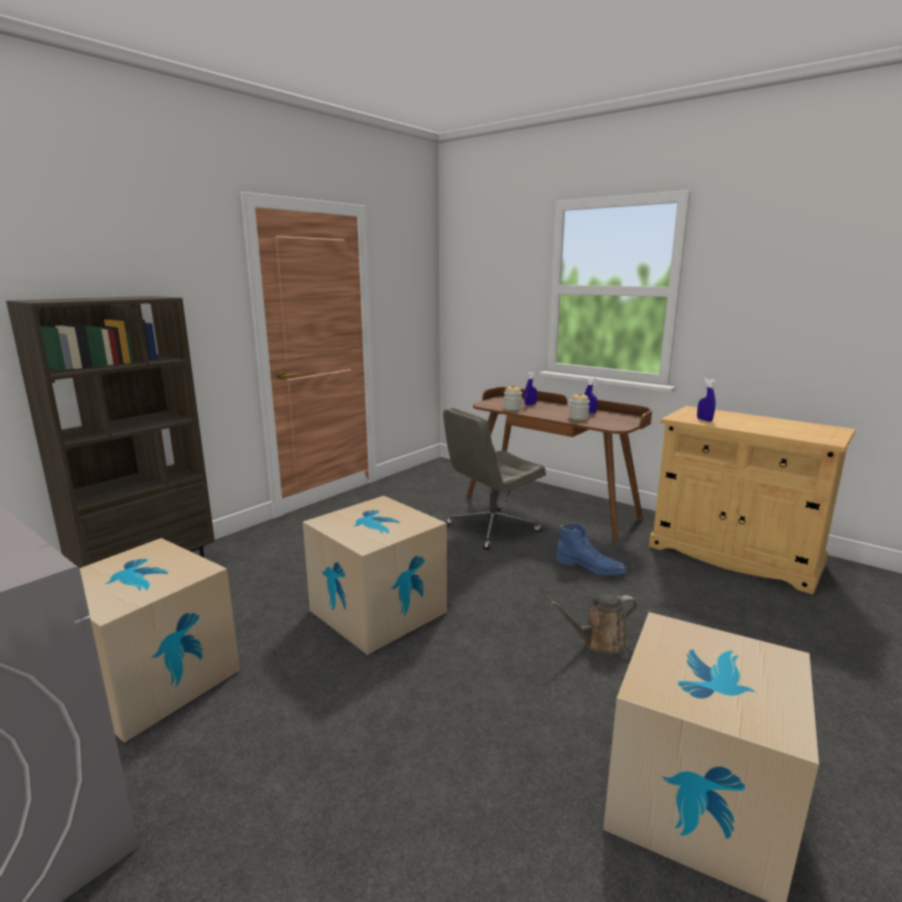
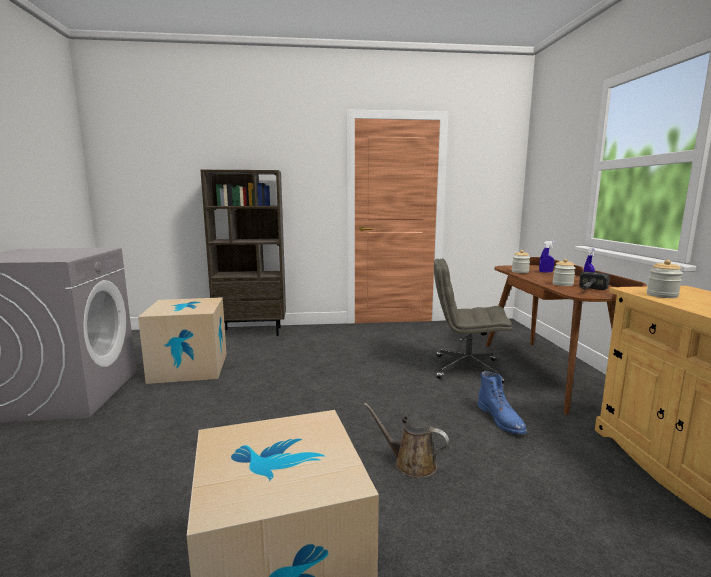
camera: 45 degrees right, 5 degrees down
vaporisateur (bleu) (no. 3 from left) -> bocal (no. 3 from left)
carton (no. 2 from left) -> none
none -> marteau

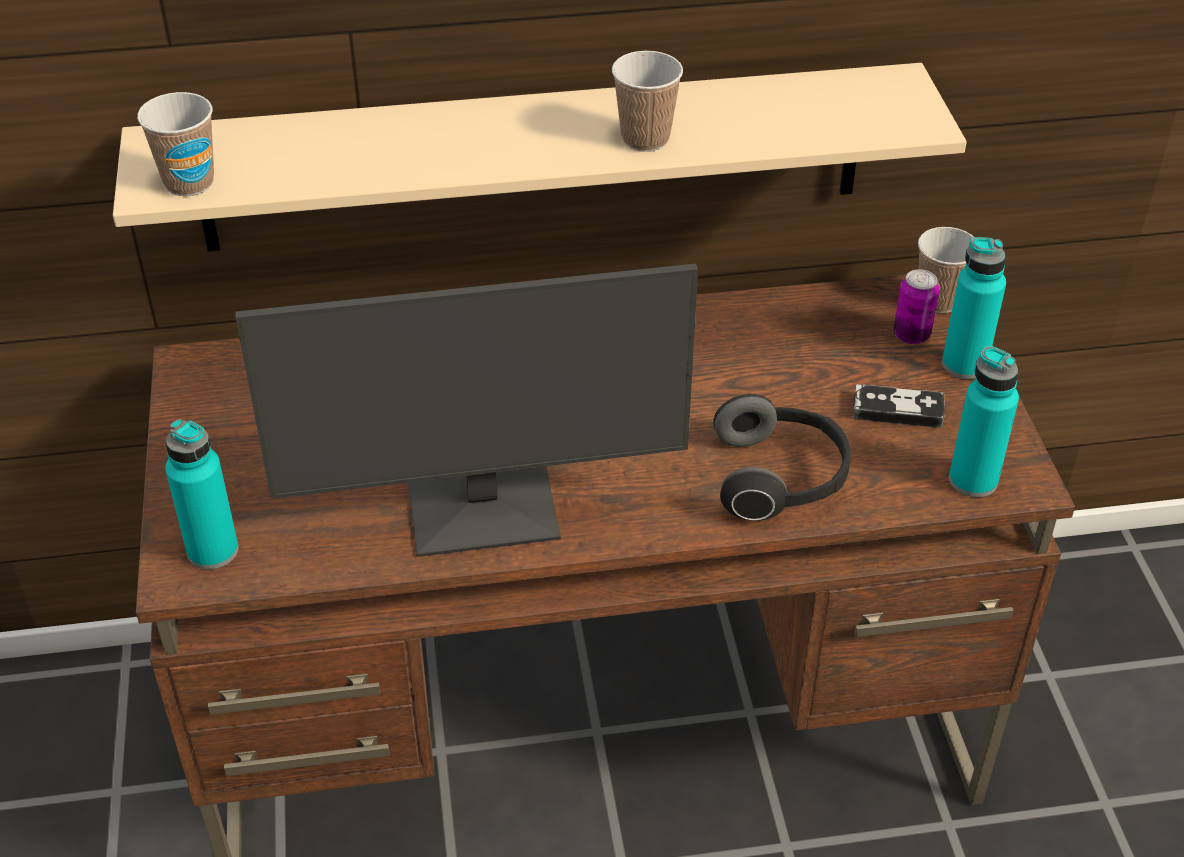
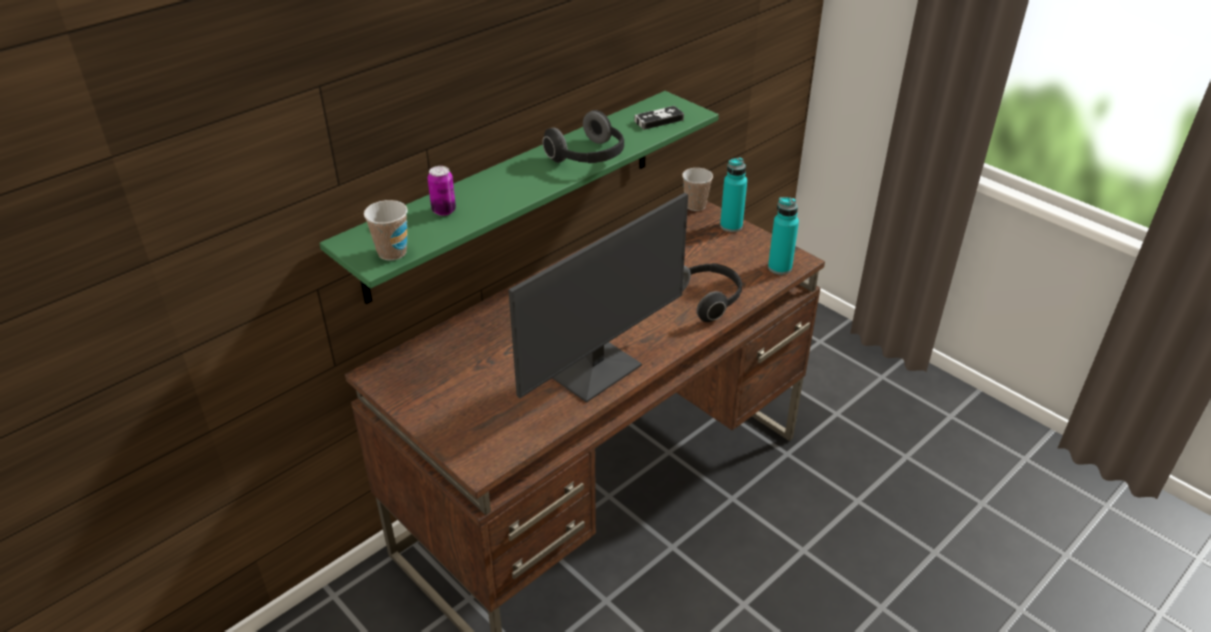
camera: 35 degrees left, 5 degrees down
tasse (no. 2 from left) -> casque audio (no. 1 from left)
étagère (beige) -> étagère (vert)
boîte métallique, shifted
manette, shifted
bouteille (turquoise) (no. 1 from left) -> none

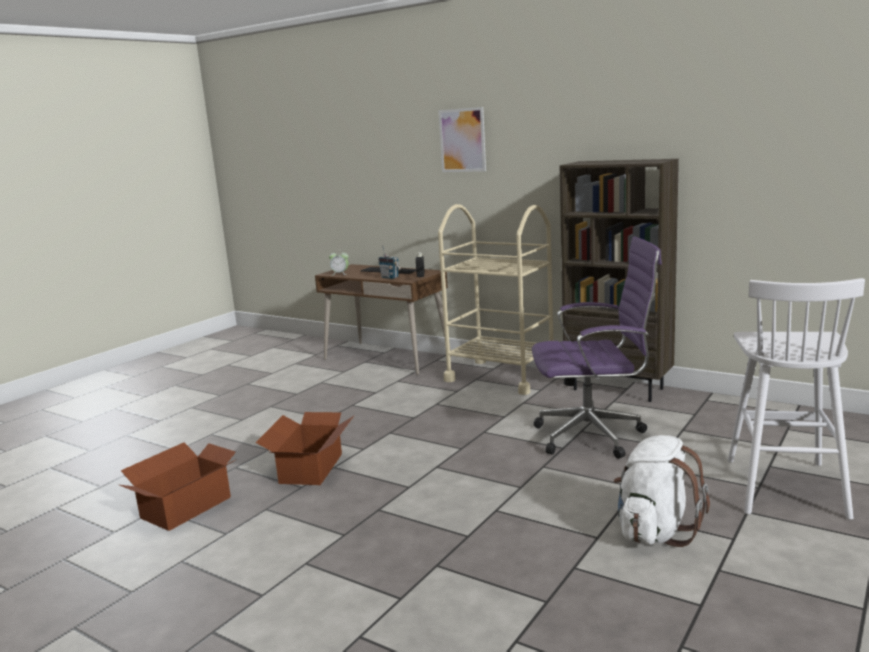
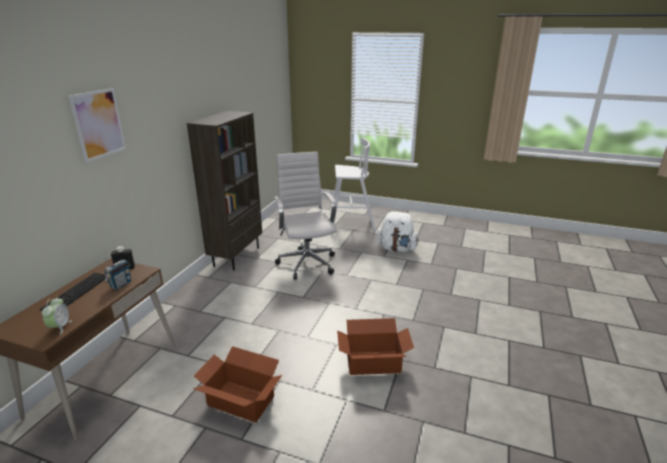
camera: 105 degrees left, 10 degrees up
chariot (beige) -> none
chaise de bureau (violet) -> chaise de bureau (blanc)
carton (no. 1 from left), shifted

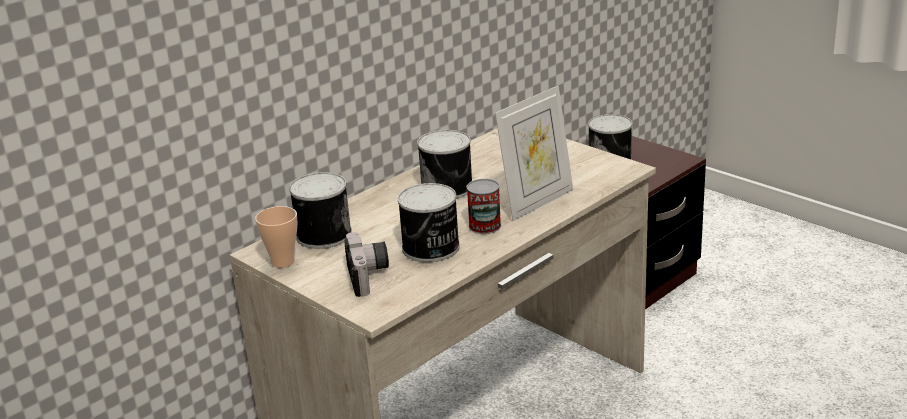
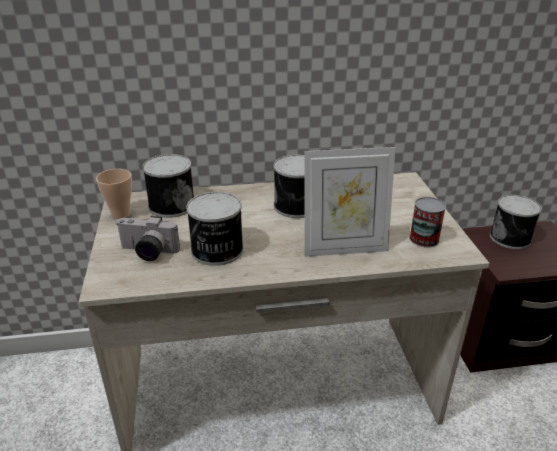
camera: 35 degrees right, 5 degrees up
boîte métallique (no. 4 from left), shifted
appareil photo, 75 degrees clockwise

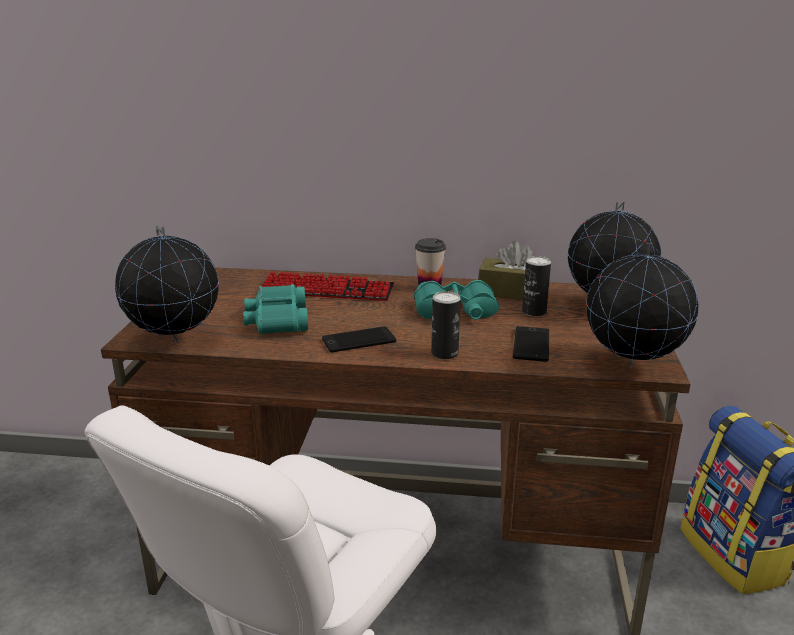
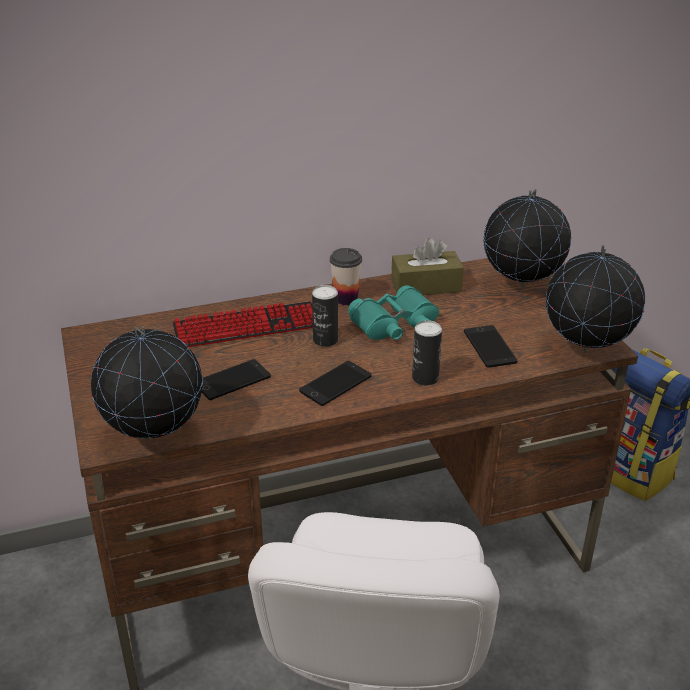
camera: 25 degrees left, 10 degrees up
boîte métallique (no. 2 from left in the first image) -> boîte métallique (no. 1 from left), shifted
jumelles (turquoise) (no. 1 from left) -> téléphone (no. 1 from left)

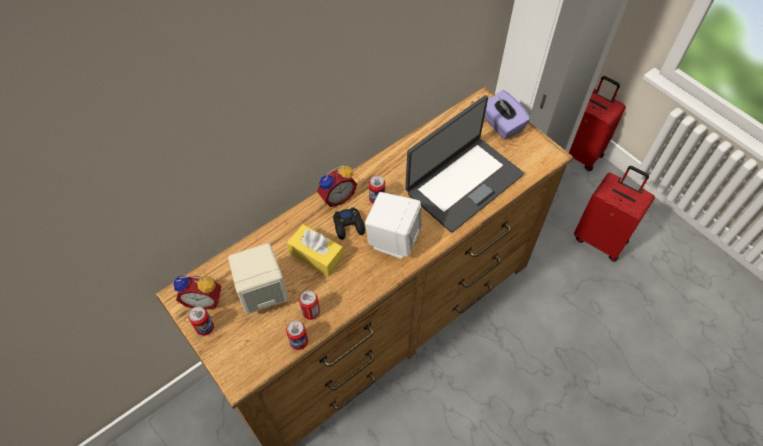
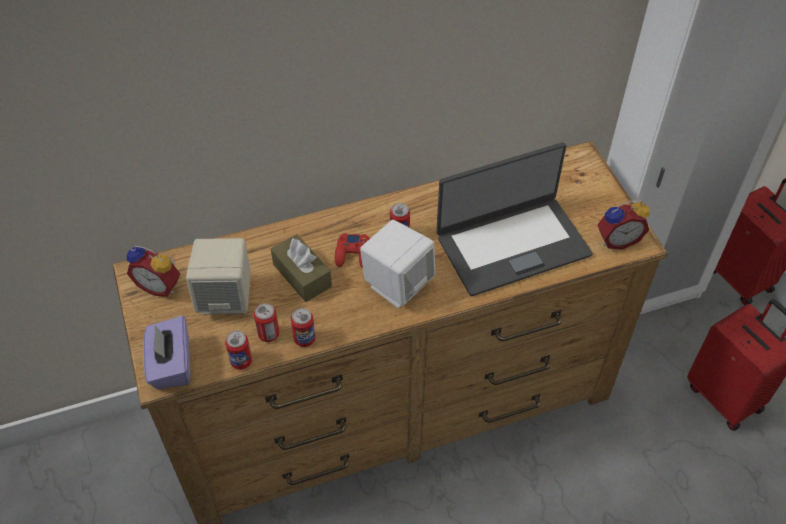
camera: 20 degrees right, 5 degrees down
boîte à mouchoirs (violet), shifted
réveil (no. 2 from left), shifted
manette (noir) -> manette (rouge)
boîte à mouchoirs (jaune) -> boîte à mouchoirs (marron)
boîte métallique (no. 1 from left in the first image) -> boîte métallique (no. 3 from left), shifted

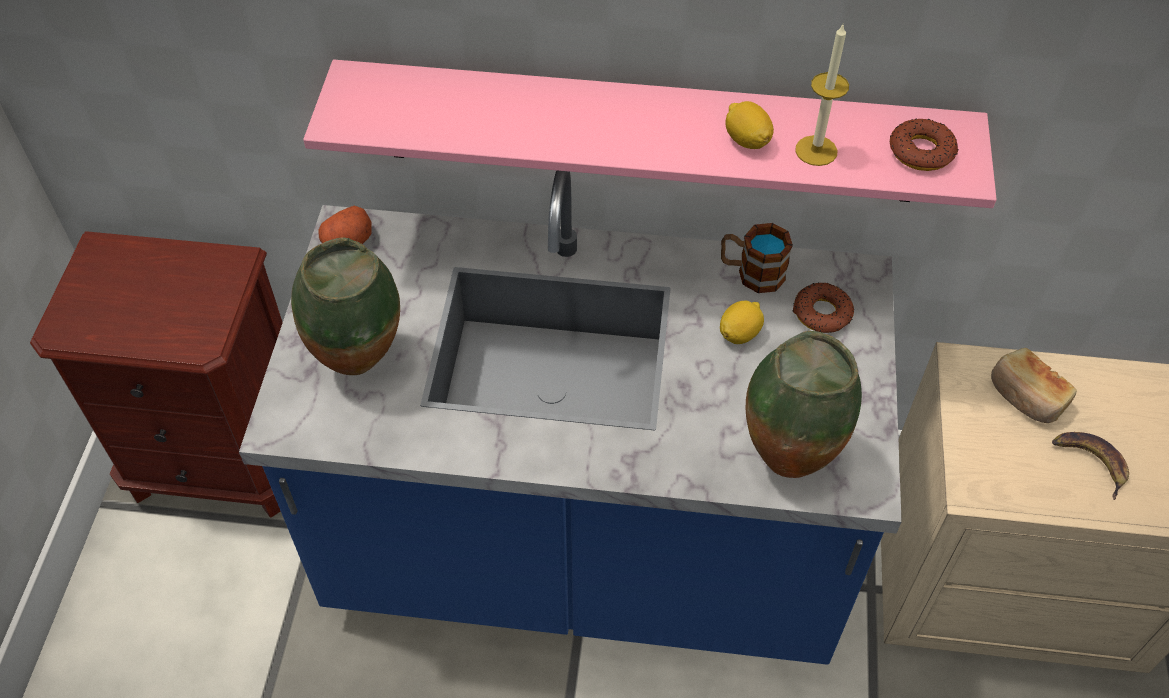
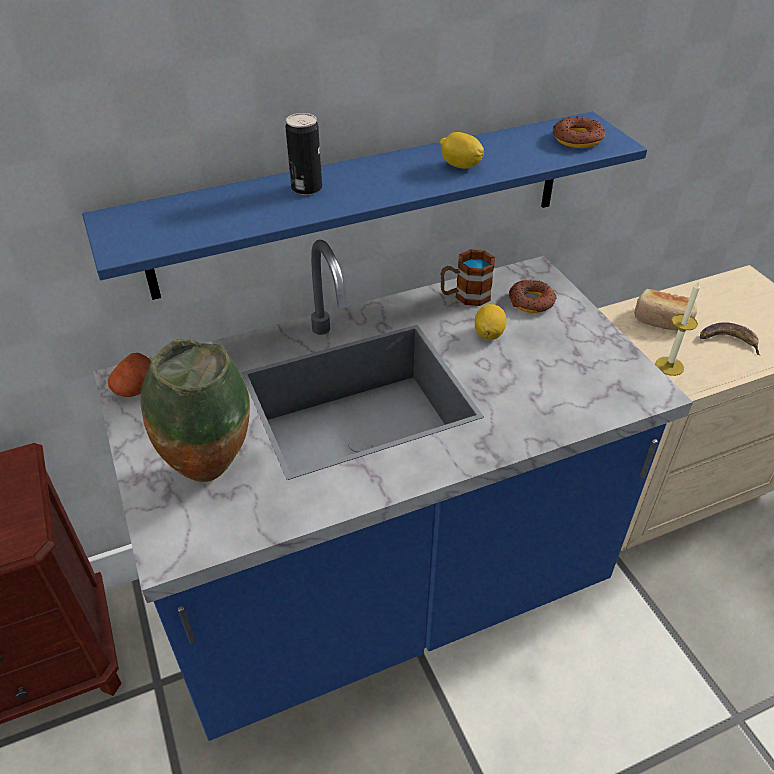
camera: 30 degrees left, 10 degrees down
bougie, shifted
étagère (rose) -> étagère (bleu)
vase (no. 2 from left) -> none
none -> boîte métallique

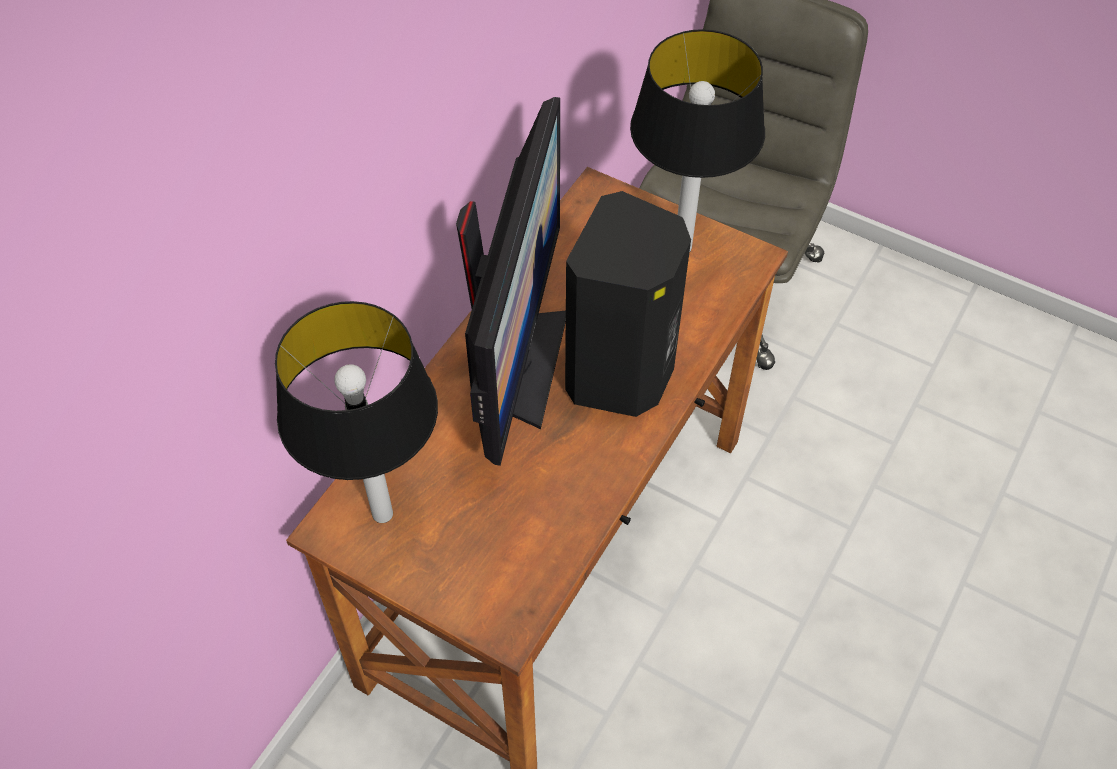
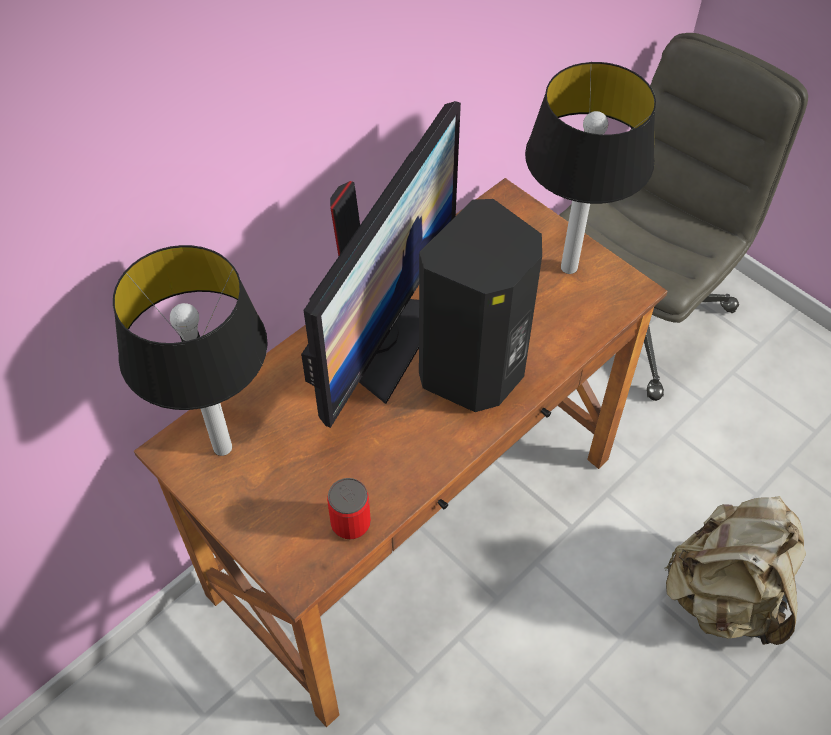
camera: 15 degrees right, 0 degrees up
none -> boîte métallique
none -> sac à dos (beige)

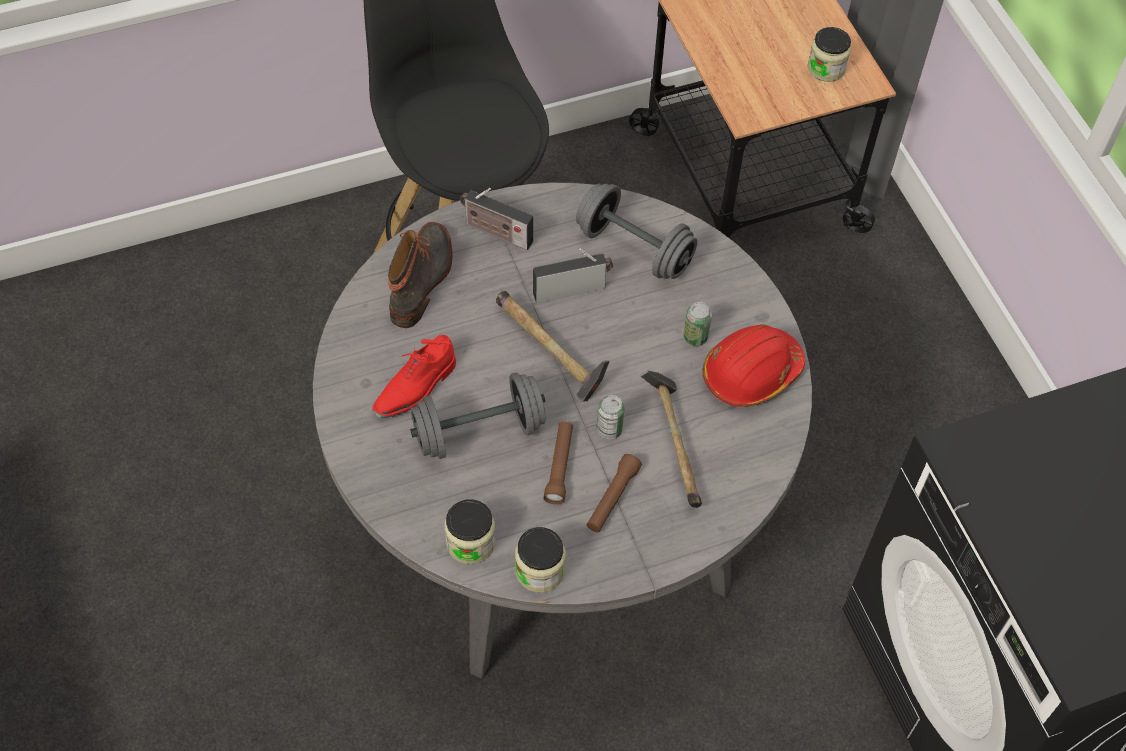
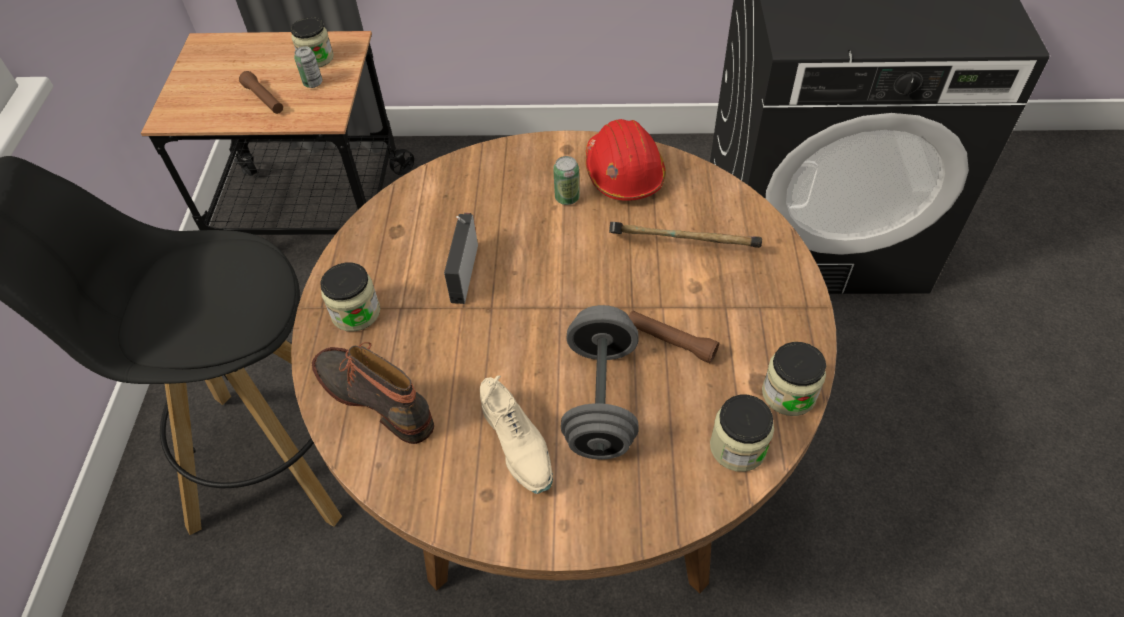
camera: 65 degrees left, 5 degrees down
table à manger (gris) -> table à manger (marron)
haltère (gris) (no. 2 from left) -> none
radio (no. 1 from left) -> bocal (no. 2 from left)
marteau (no. 1 from left) -> none
chaussure (rouge) -> chaussure (beige)
boîte métallique (no. 1 from left), shifted
lampe de poche (marron) (no. 2 from left in the first image) -> lampe de poche (marron) (no. 1 from left), shifted

